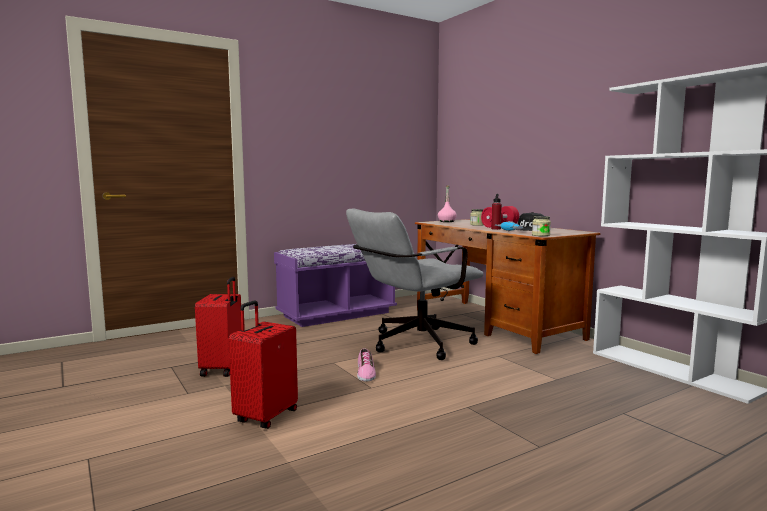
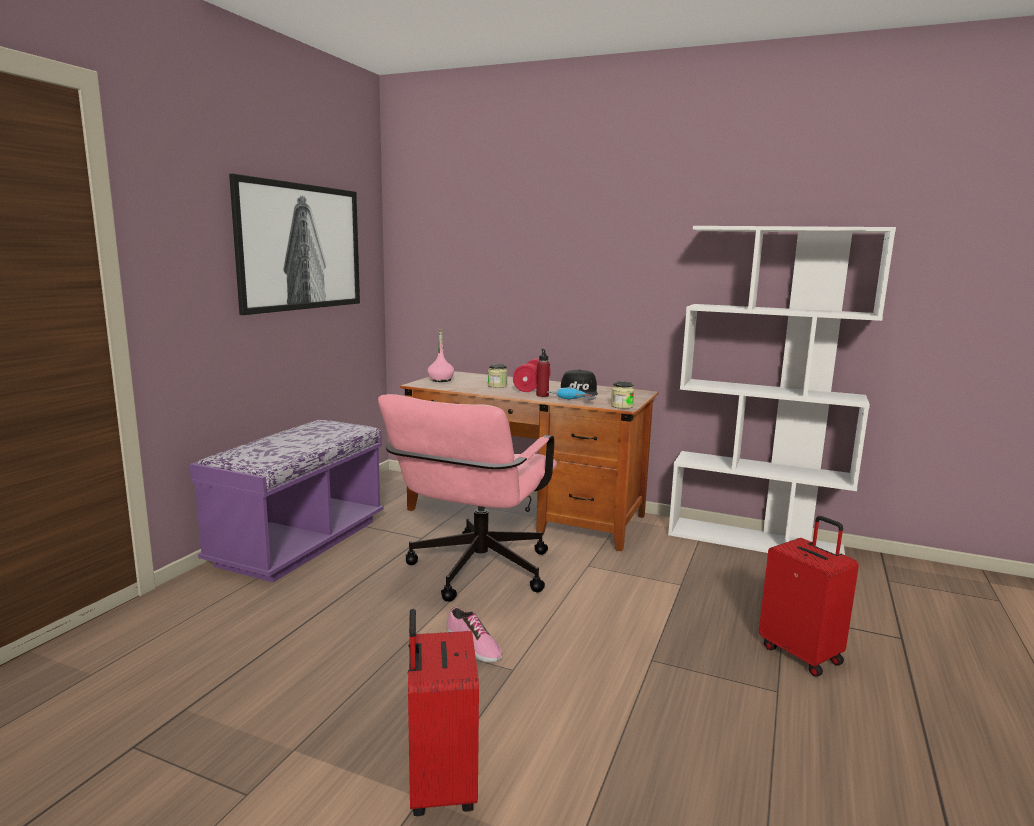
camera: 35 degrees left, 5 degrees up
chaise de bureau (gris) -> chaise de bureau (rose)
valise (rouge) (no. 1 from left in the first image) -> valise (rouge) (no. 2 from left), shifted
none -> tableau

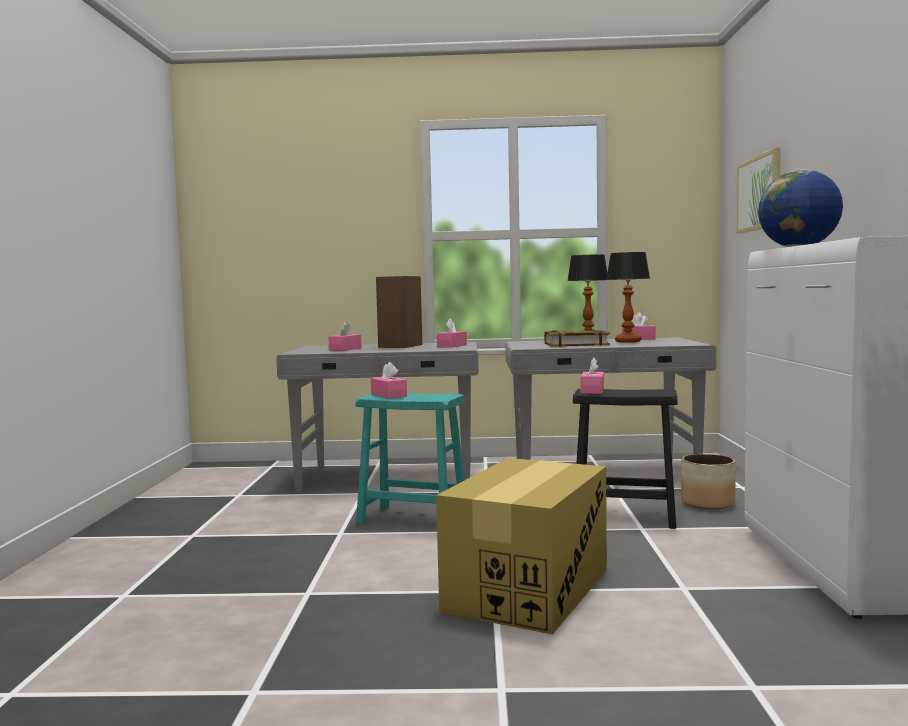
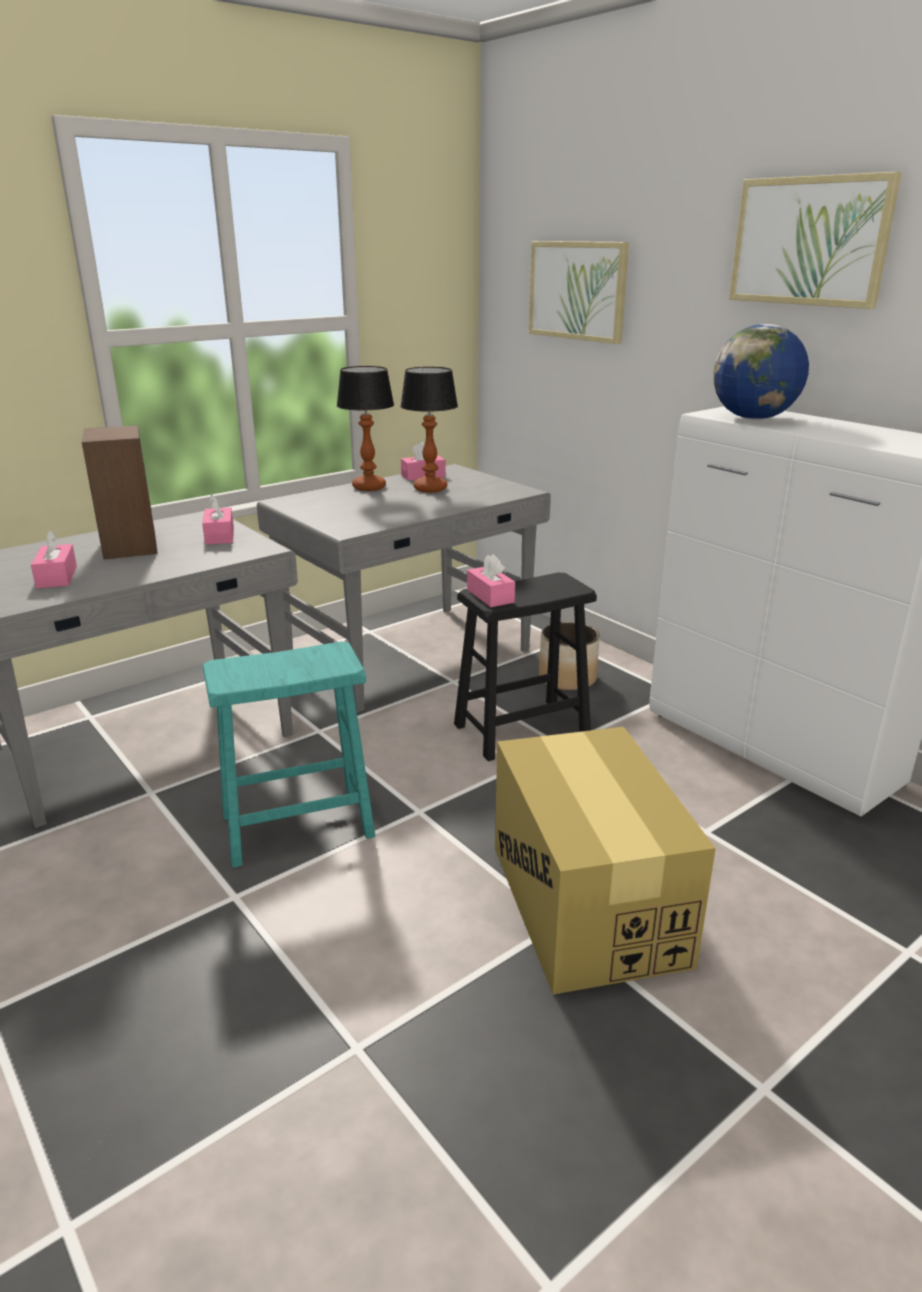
camera: 40 degrees left, 20 degrees up
livre -> none
boîte à mouchoirs (rose) (no. 2 from left) -> none
none -> tableau (no. 2 from left)

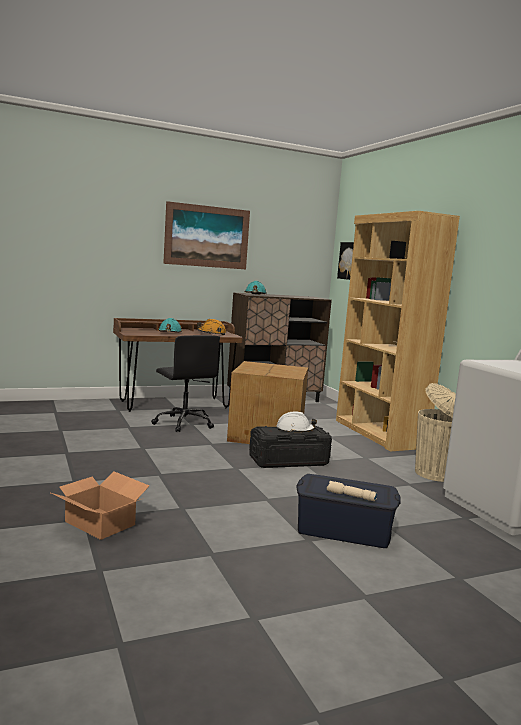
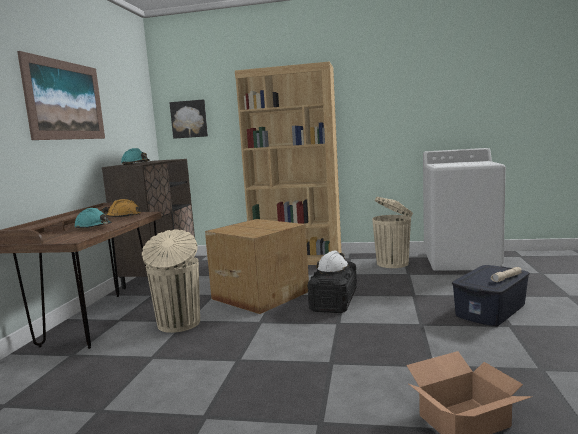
camera: 55 degrees left, 0 degrees up
chaise de bureau (noir) -> poubelle (beige) (no. 1 from left)

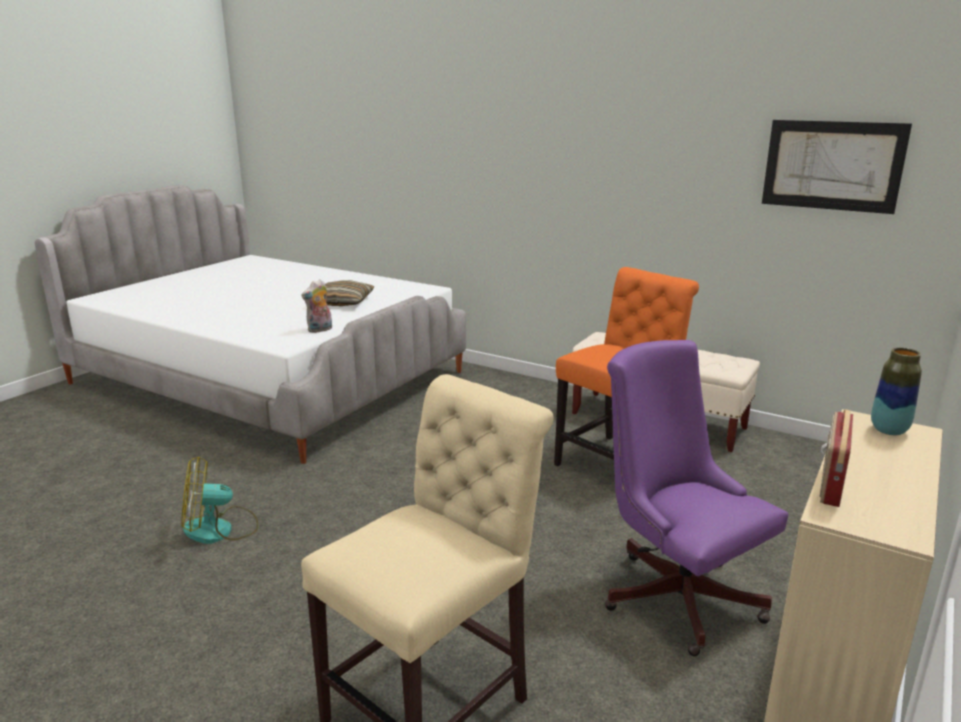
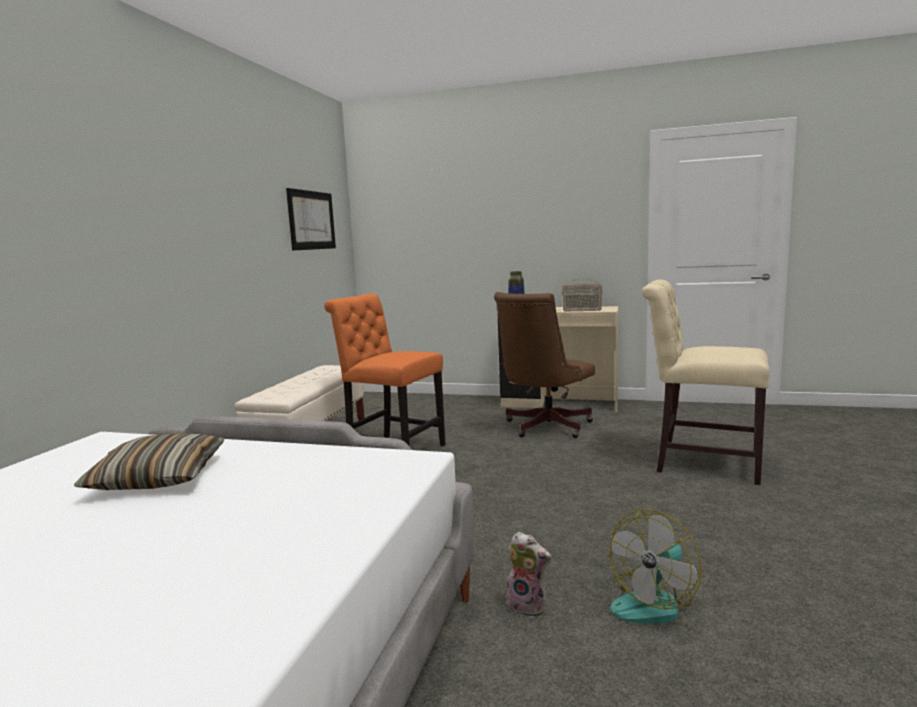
camera: 105 degrees left, 10 degrees down
peluche, shifted
chaise de bureau (violet) -> chaise de bureau (marron)
ventilateur, 75 degrees clockwise

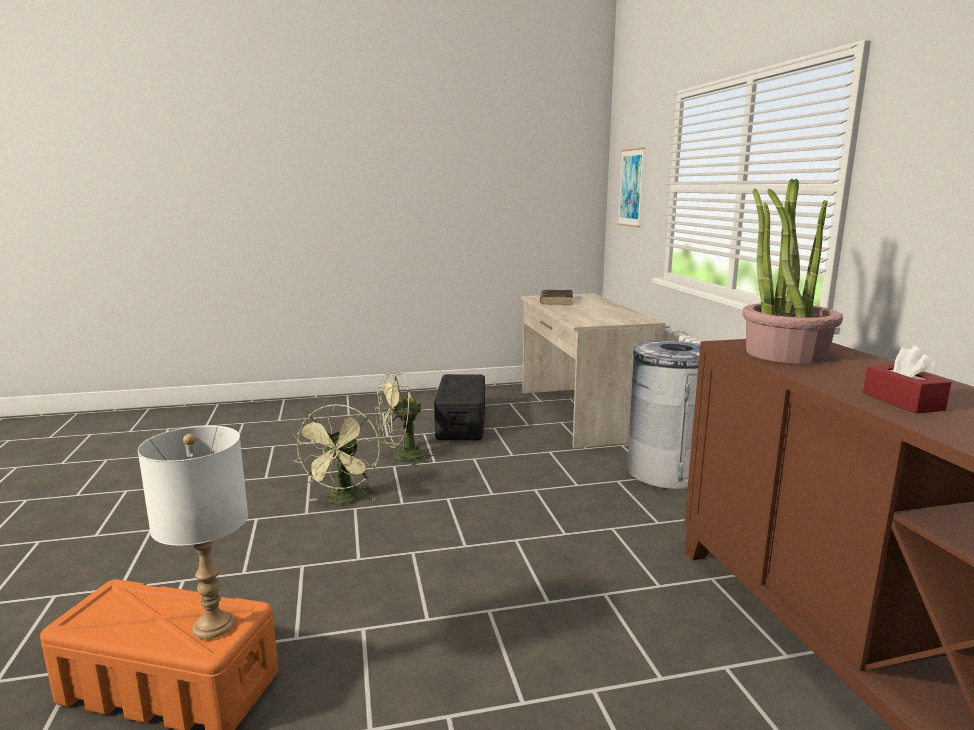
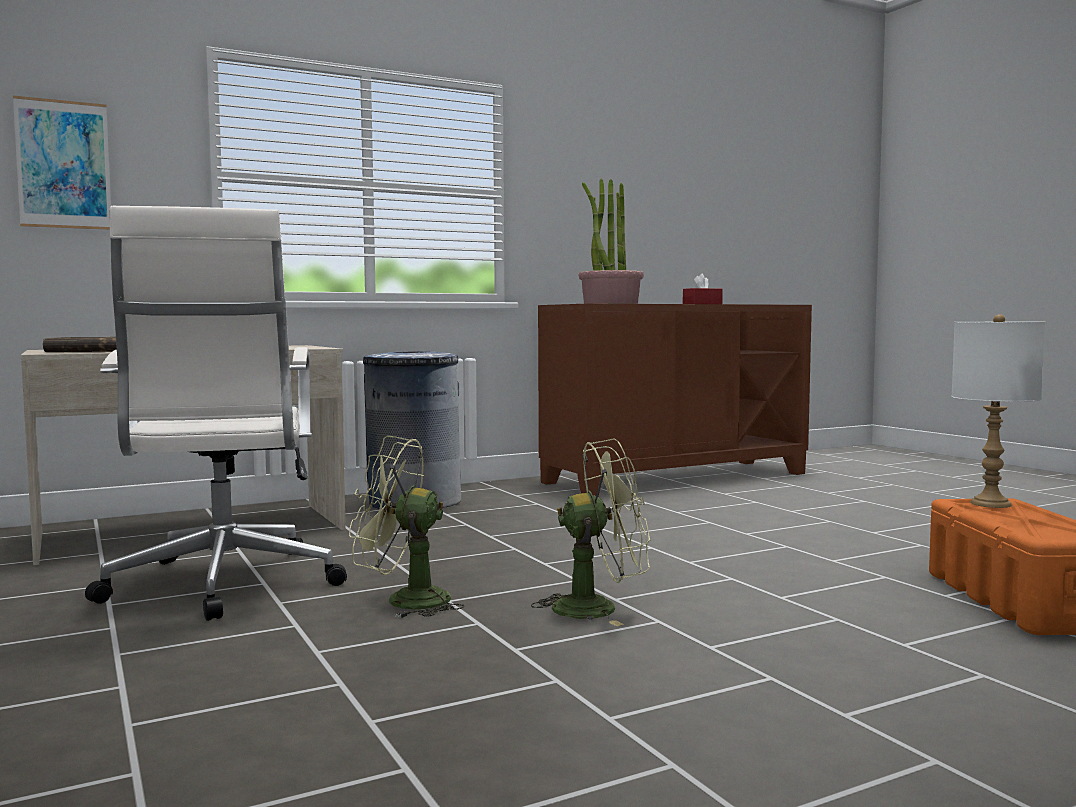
camera: 105 degrees left, 10 degrees down
ventilateur (vert) (no. 2 from left in the first image) -> ventilateur (vert) (no. 1 from left), 135 degrees clockwise
boîte de rangement (noir) -> chaise de bureau (blanc)

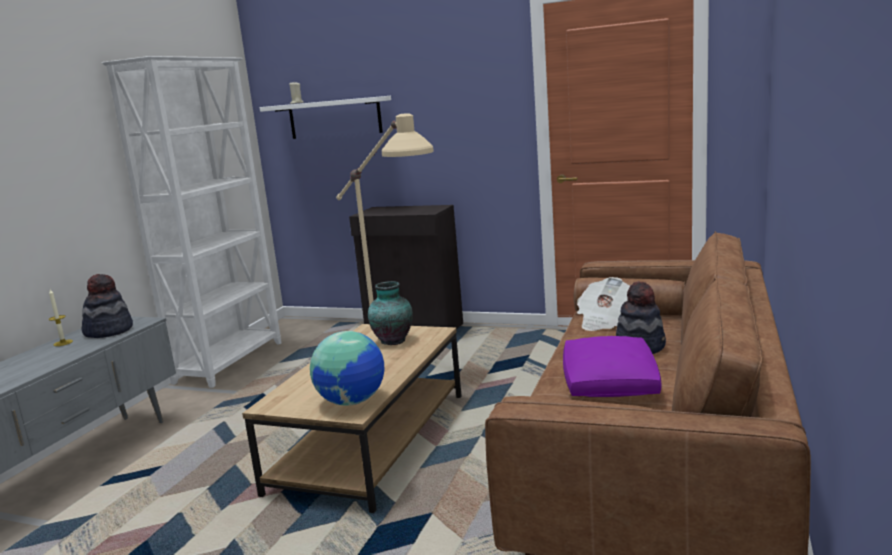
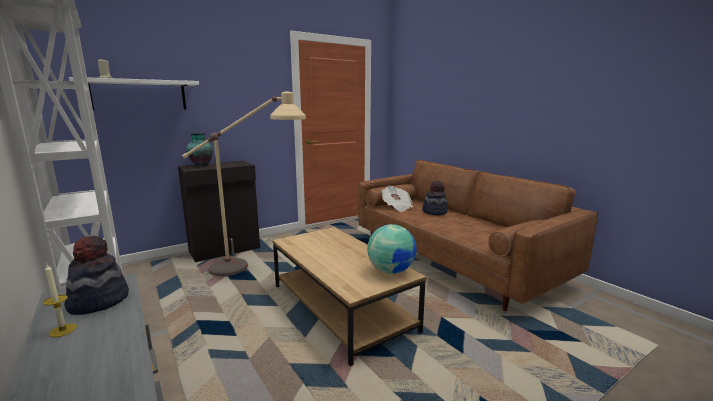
camera: 55 degrees left, 0 degrees up
vase, shifted
coussin (violet) -> none

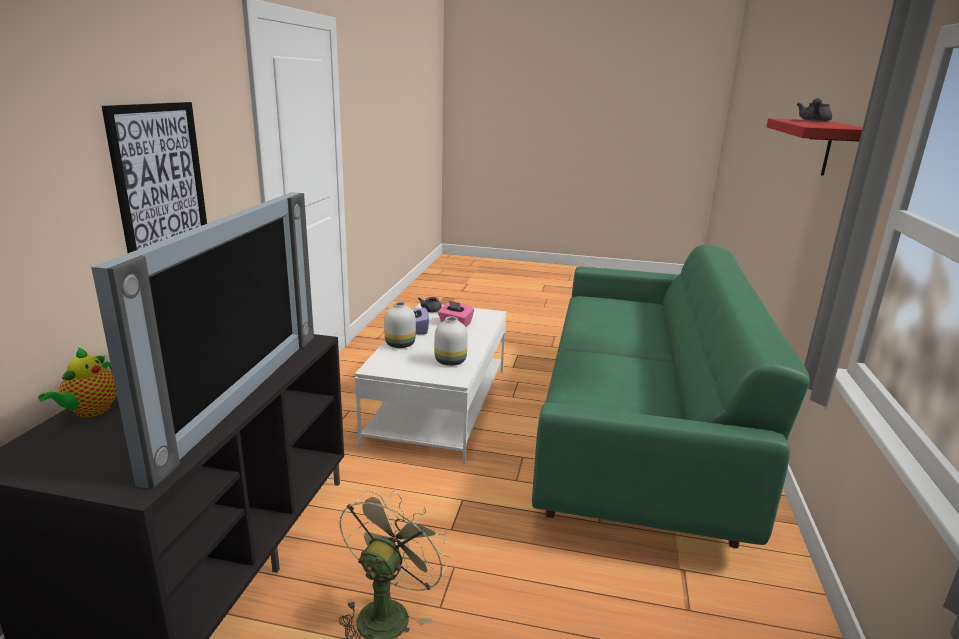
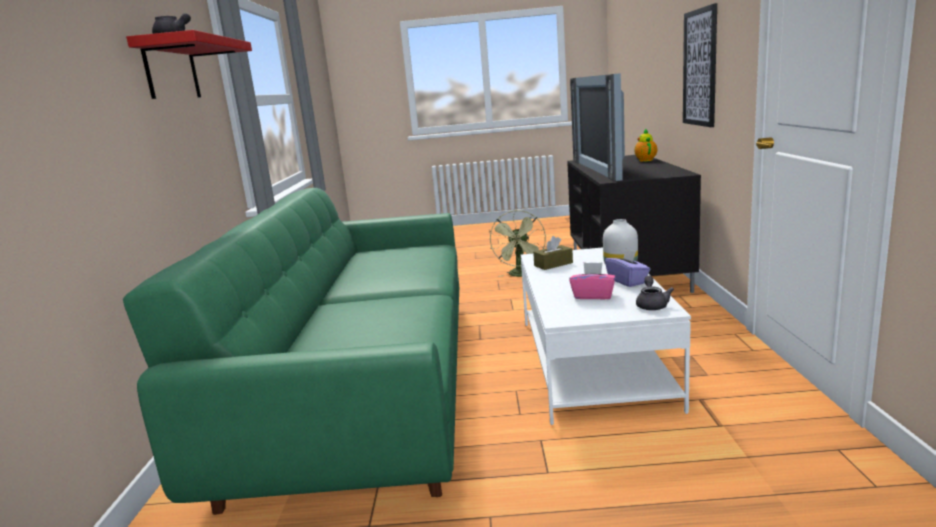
camera: 170 degrees right, 5 degrees down
vase (blanc) (no. 2 from left) -> boîte à mouchoirs (marron)

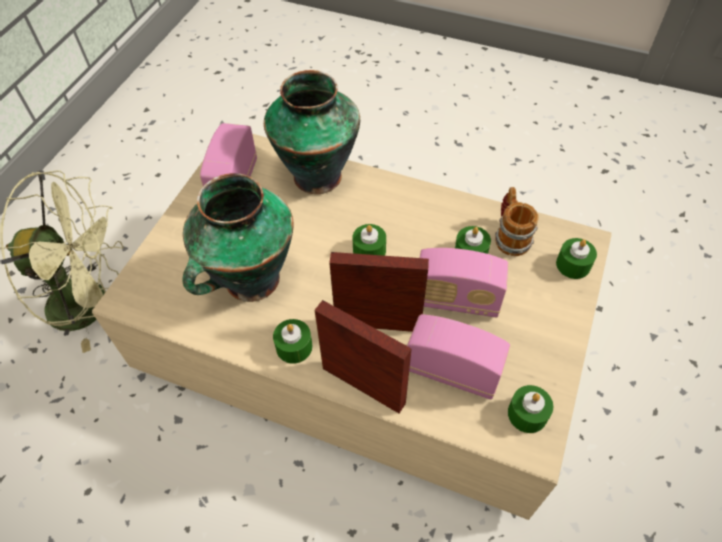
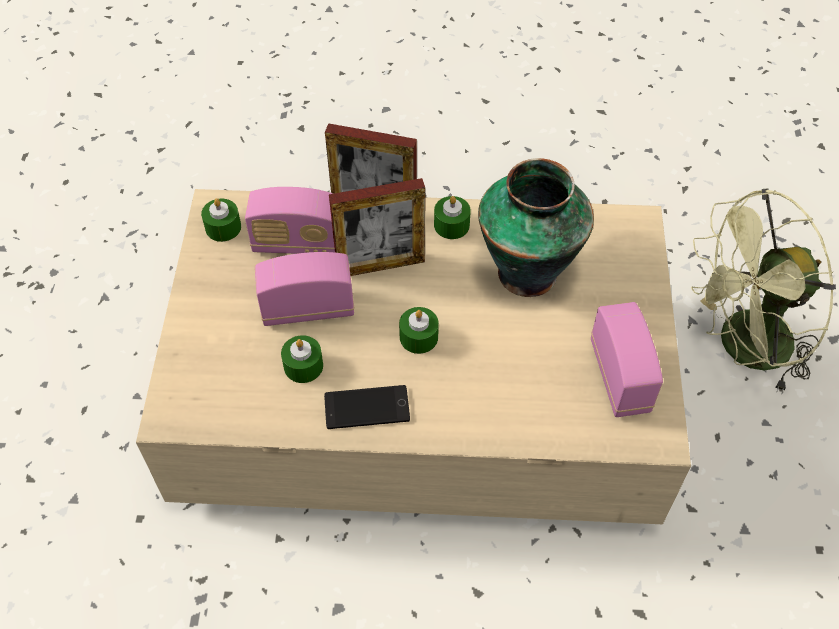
camera: 160 degrees right, 0 degrees up
vase (no. 2 from left) -> none
mug -> none
bougie (vert) (no. 5 from left) -> none
none -> téléphone

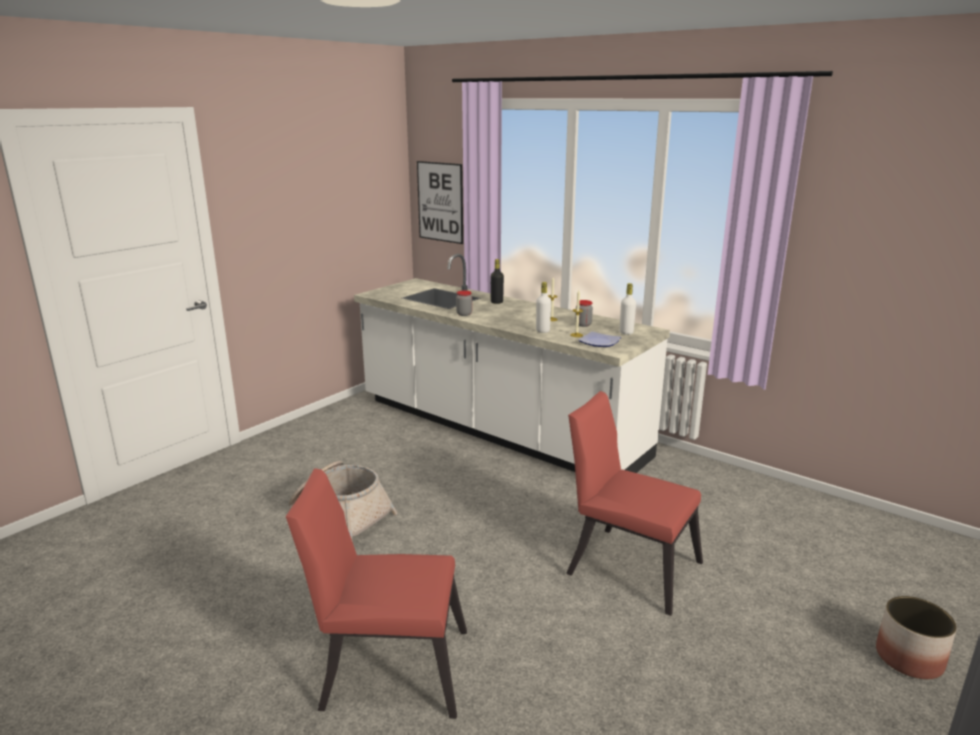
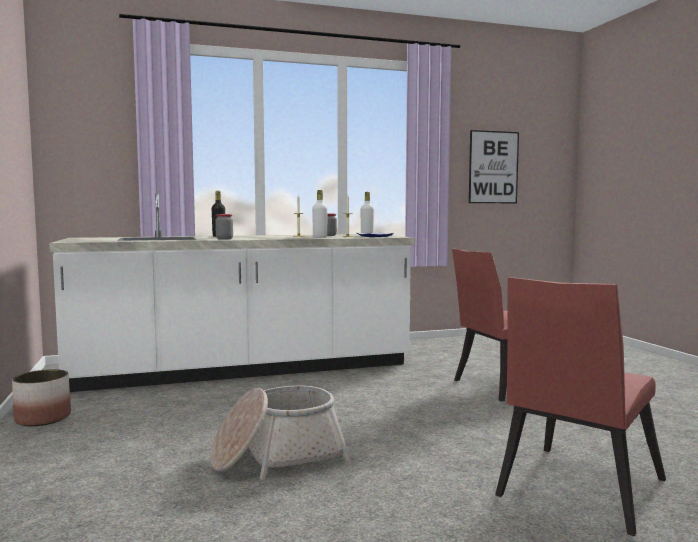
camera: 55 degrees left, 15 degrees down
tableau, shifted
cache-pot, shifted

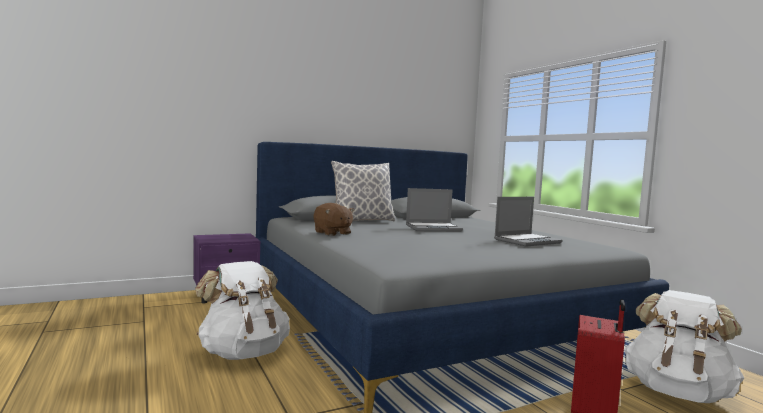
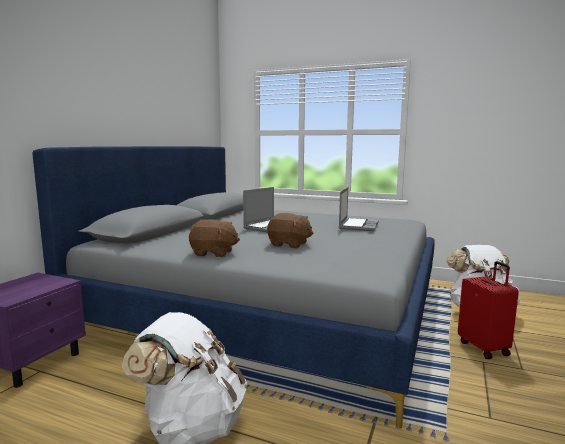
camera: 40 degrees left, 5 degrees up
coussin -> none
none -> peluche (marron) (no. 2 from left)

